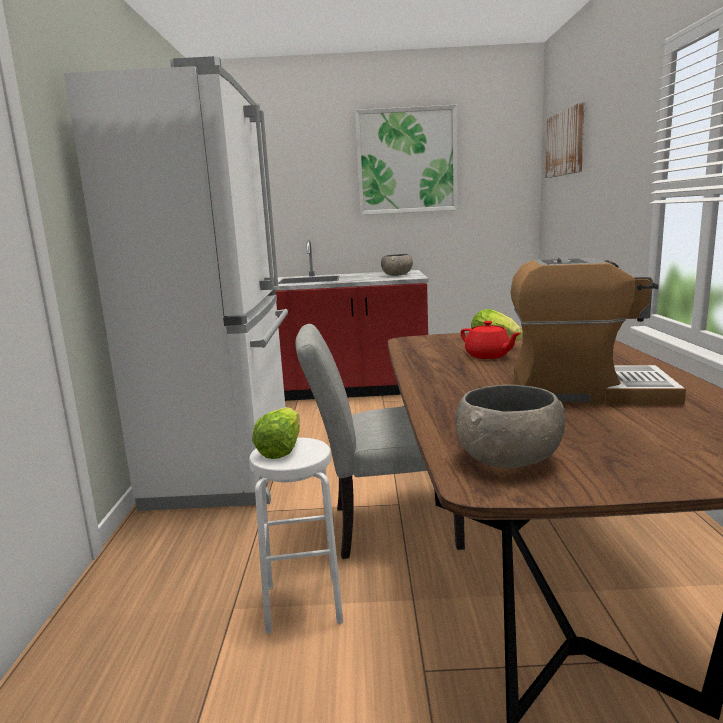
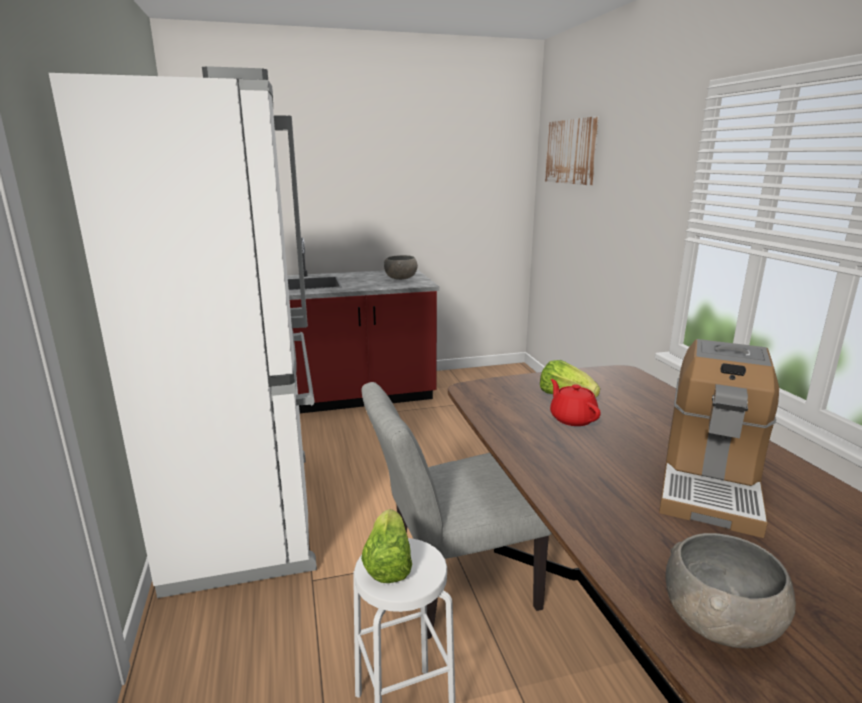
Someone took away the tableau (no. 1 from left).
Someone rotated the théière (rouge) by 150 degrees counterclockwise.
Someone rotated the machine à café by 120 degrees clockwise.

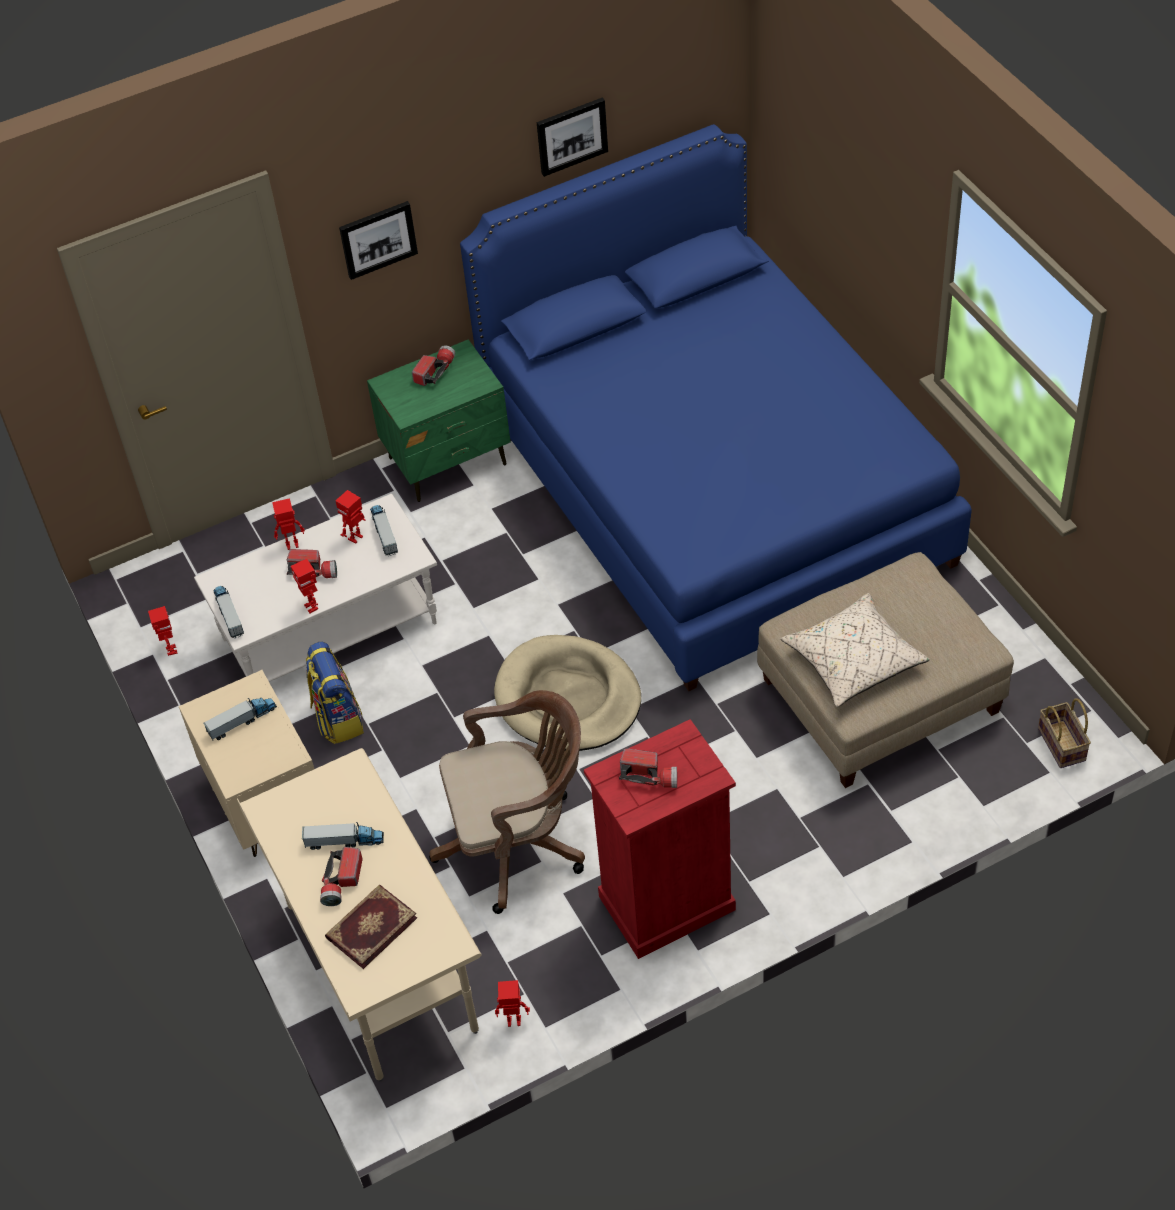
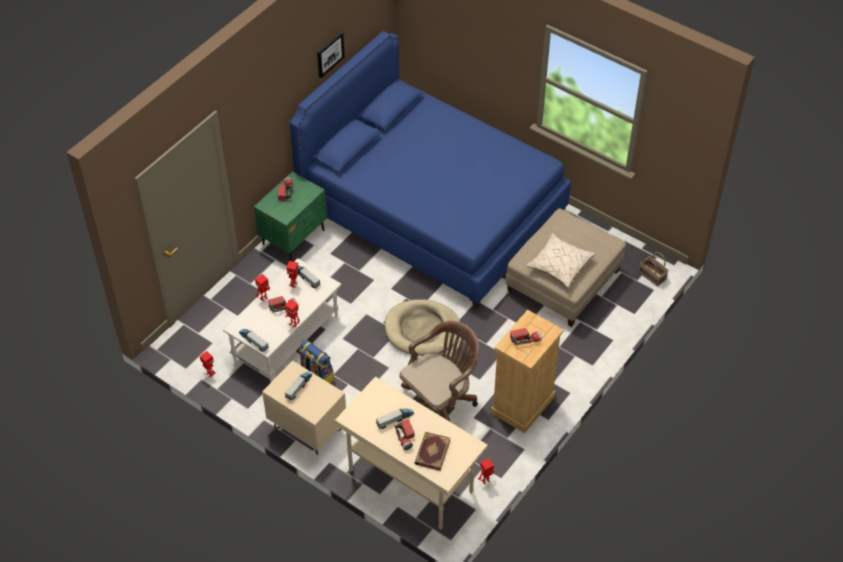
Someone took away the tableau (no. 1 from left).
Someone repainted the commode (rouge), which became the commode (beige).

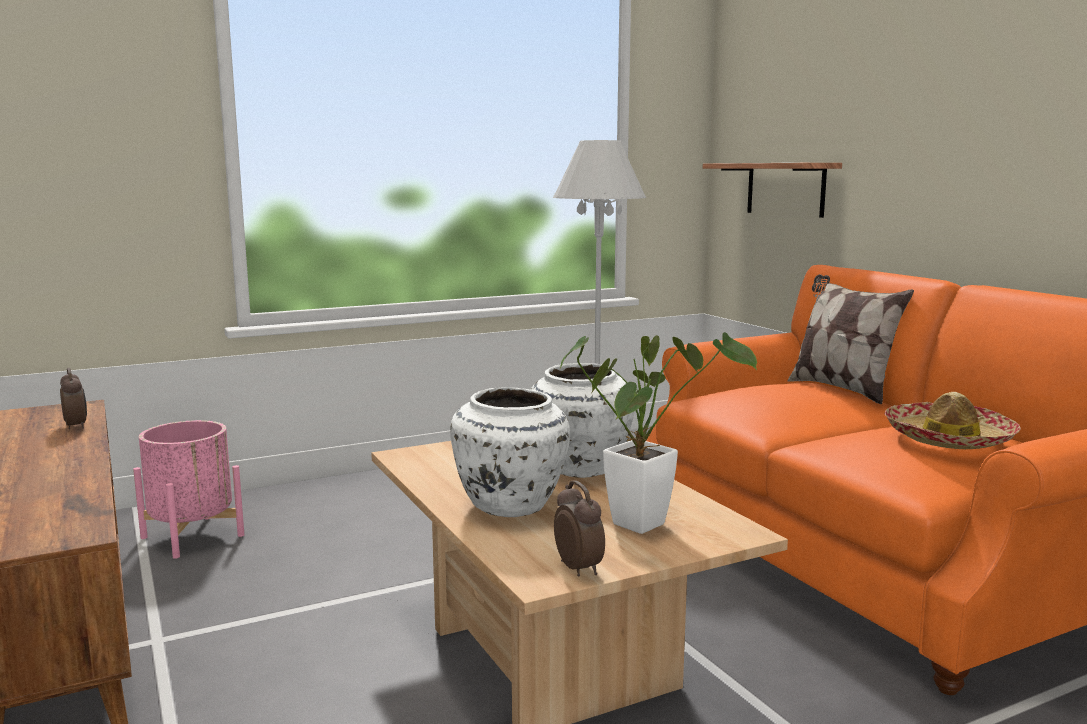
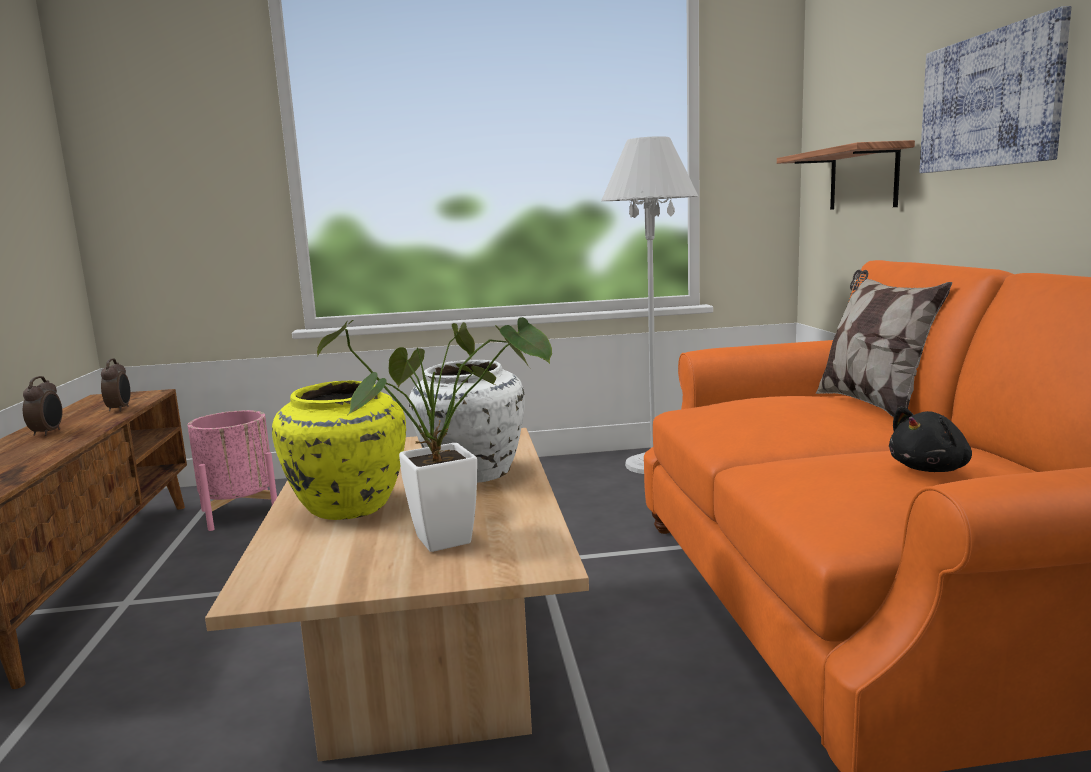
Someone put up the tableau.
Someone carried the réveil (no. 2 from left in the first image).
Someone swapped the chapeau for the peluche (noir).
Someone repainted the vase (blanc) (no. 1 from left), which became the vase (jaune).

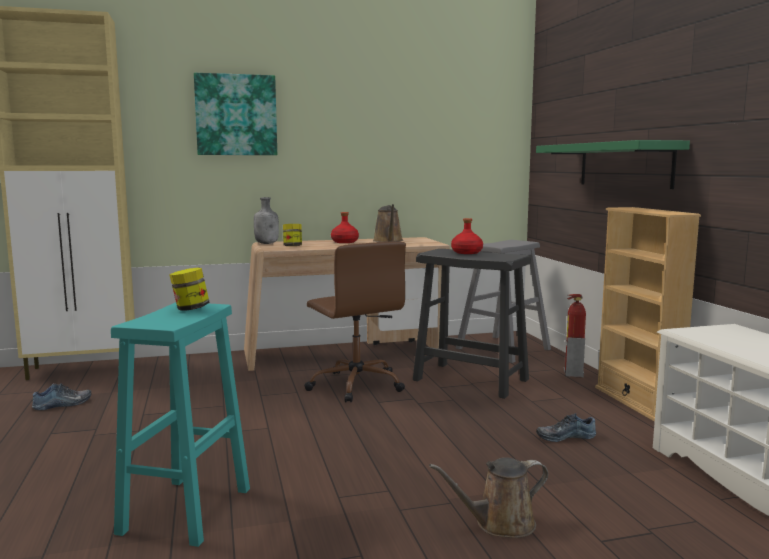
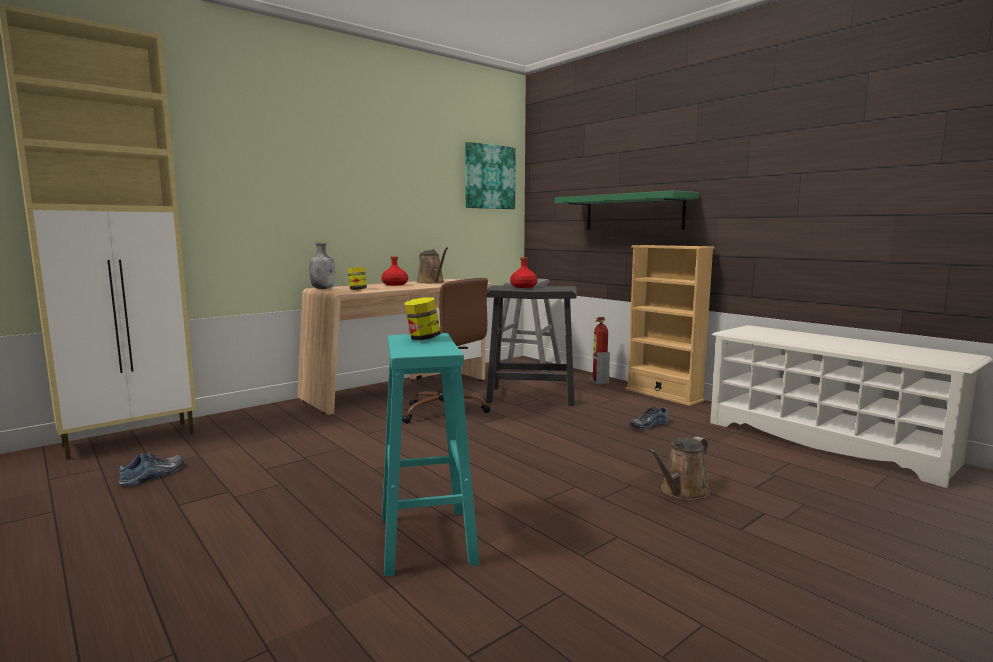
Someone carried the tableau.

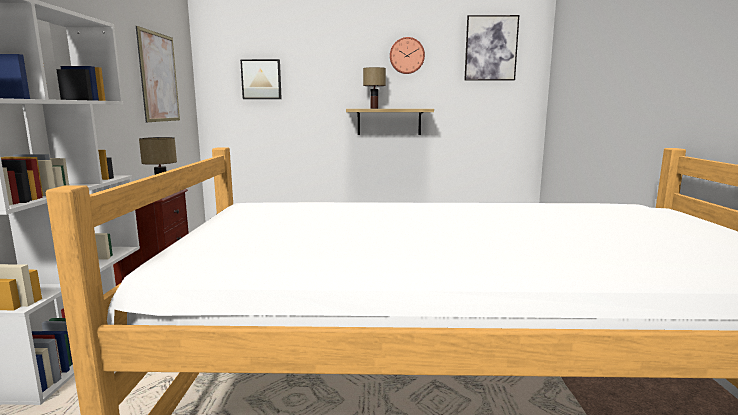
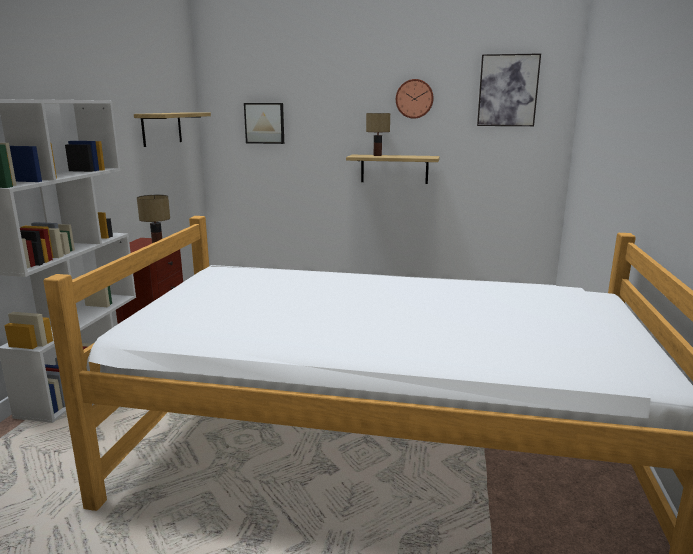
Someone swapped the tableau (no. 1 from left) for the étagère (no. 1 from left).

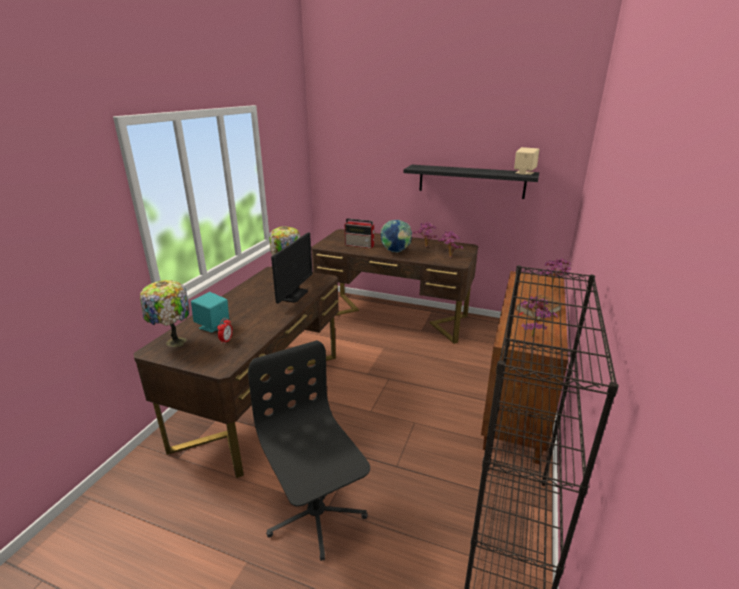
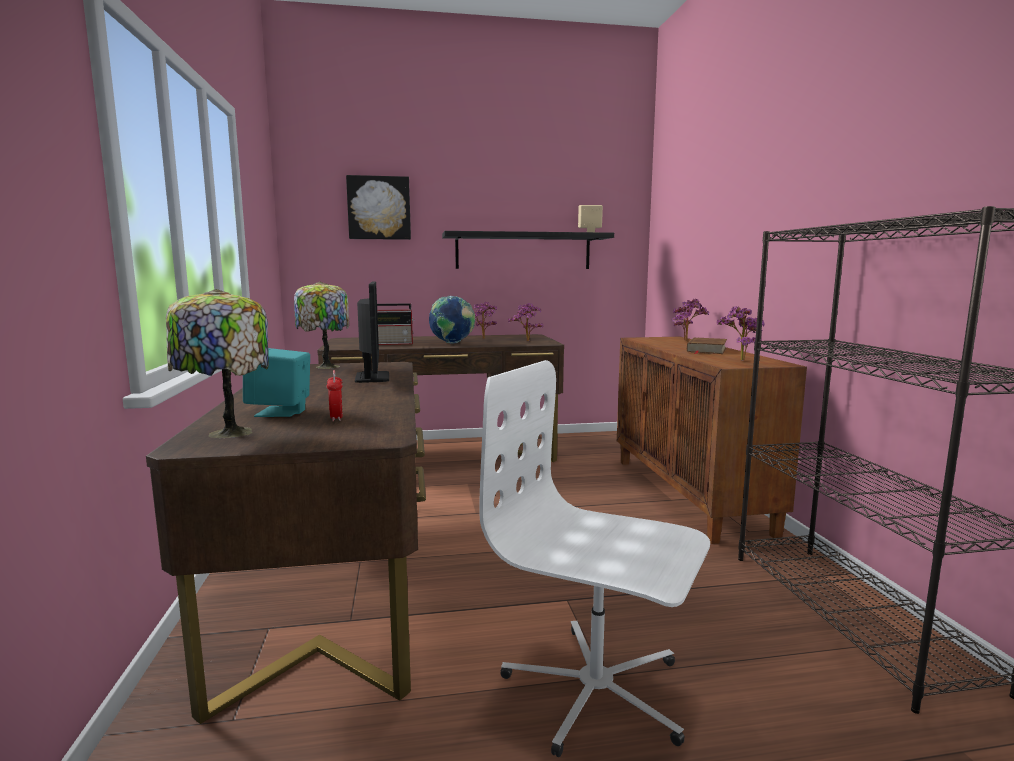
Someone put up the tableau.
Someone repainted the chaise de bureau (noir), which became the chaise de bureau (blanc).

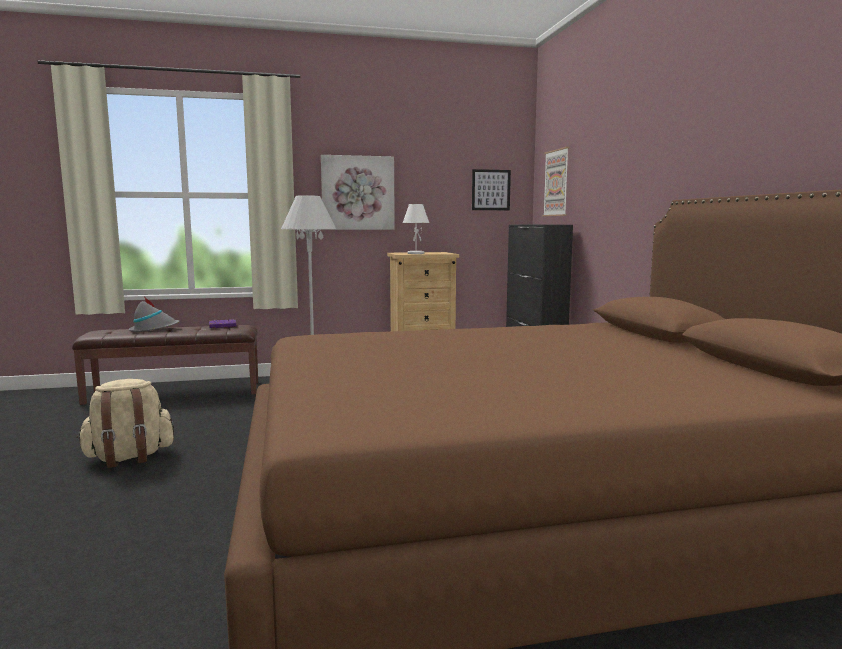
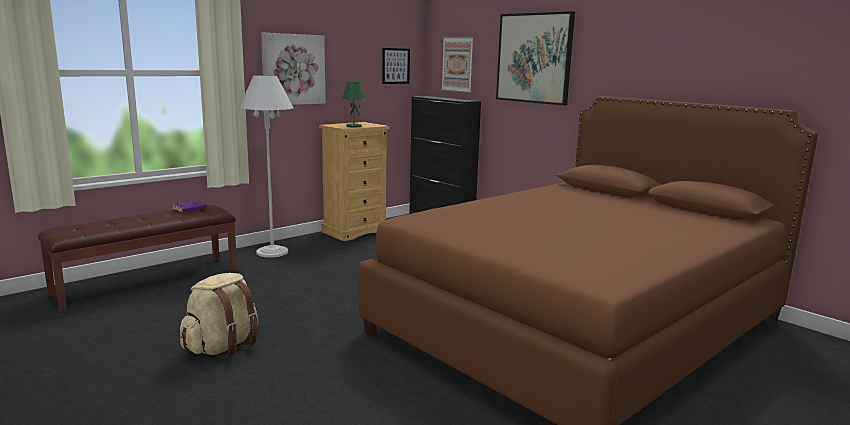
Someone took away the chapeau (gris).
Someone put up the tableau (no. 4 from left).
Someone repainted the lampe de table (blanc), which became the lampe de table (vert).

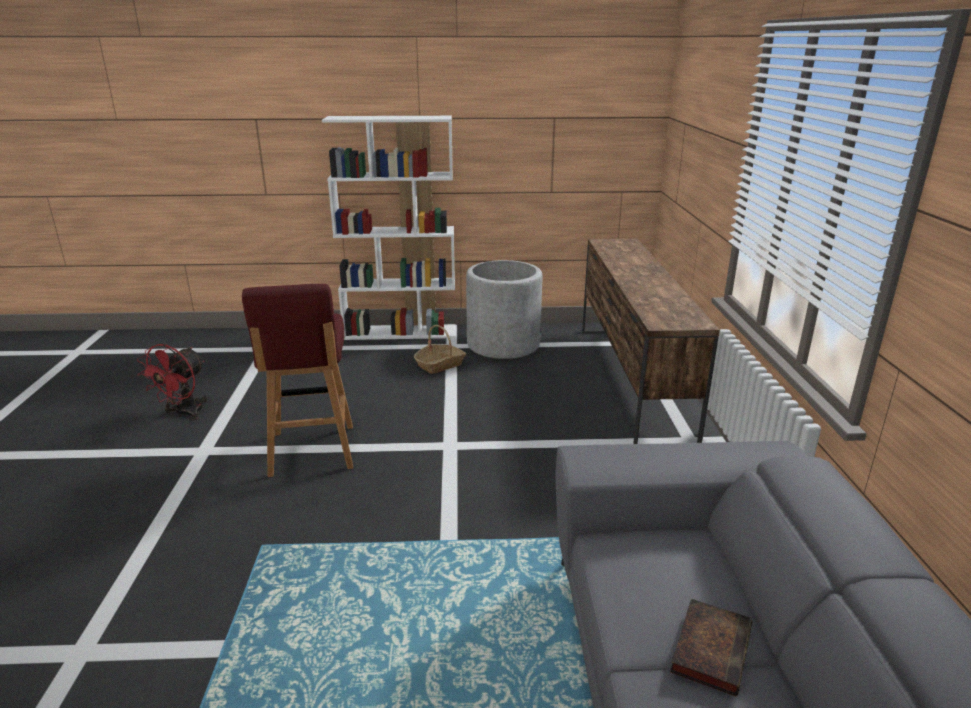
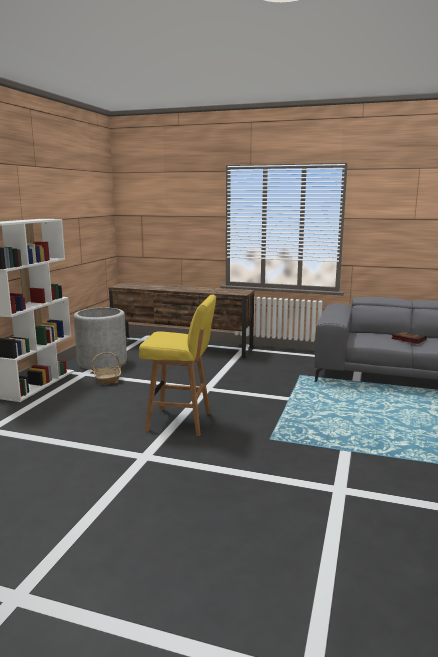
Someone took away the ventilateur (rouge).
Someone repainted the tabouret (rouge), which became the tabouret (jaune).

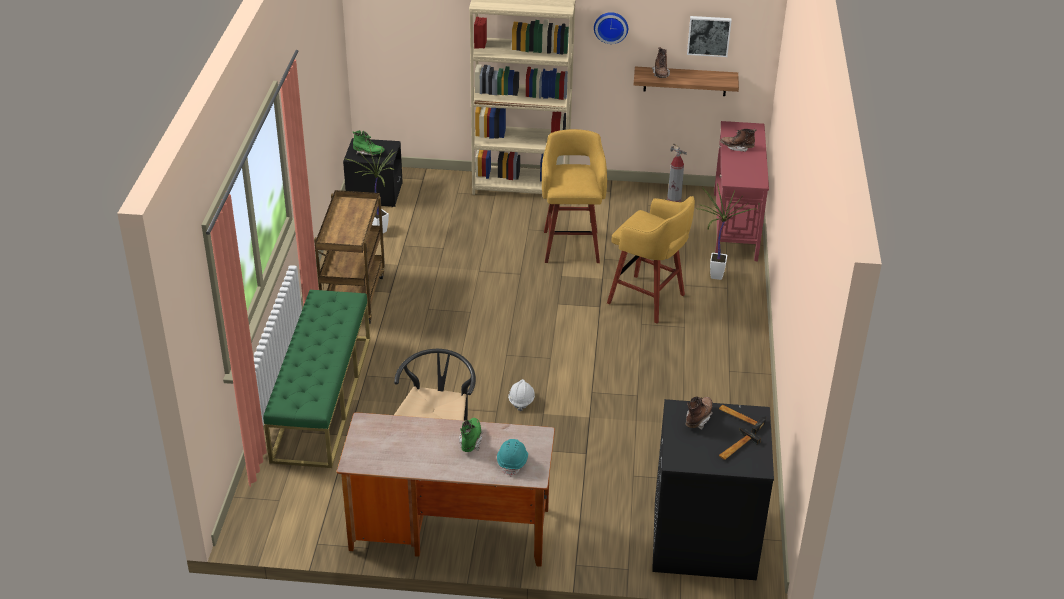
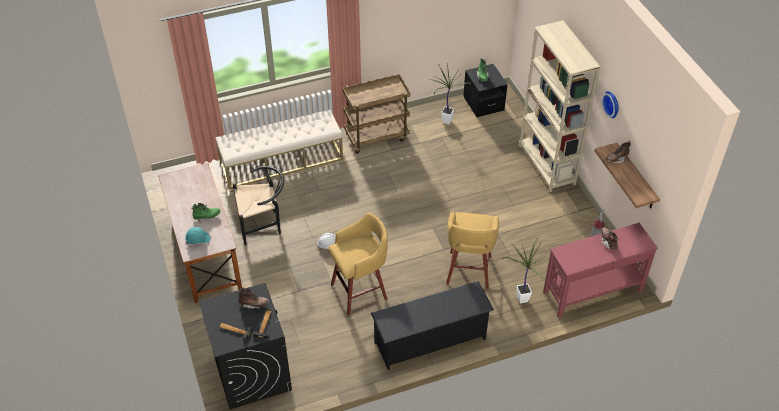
Someone took away the tableau.
Someone put down the étagère à chaussures (noir).
Someone carried the tabouret (jaune) (no. 1 from left).
Someone repainted the banc (vert), which became the banc (beige).

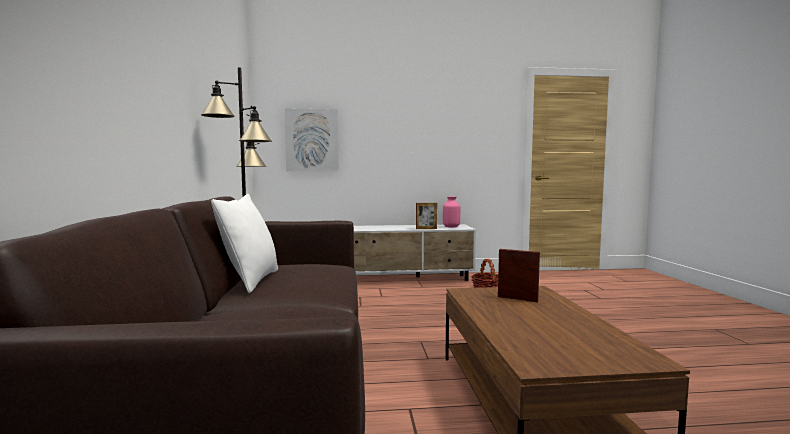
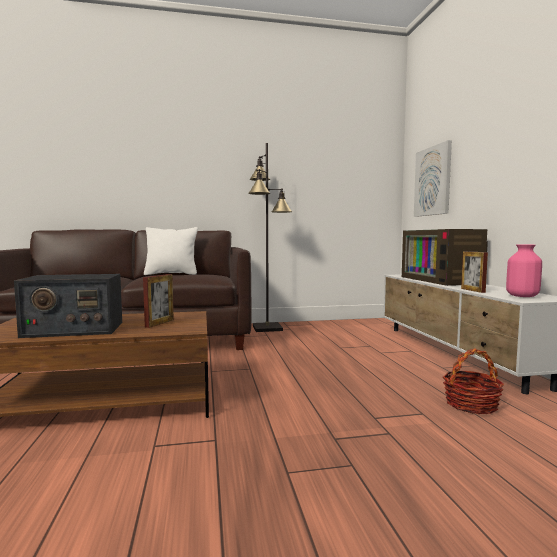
Someone put down the radio.
Someone put down the téléviseur.

